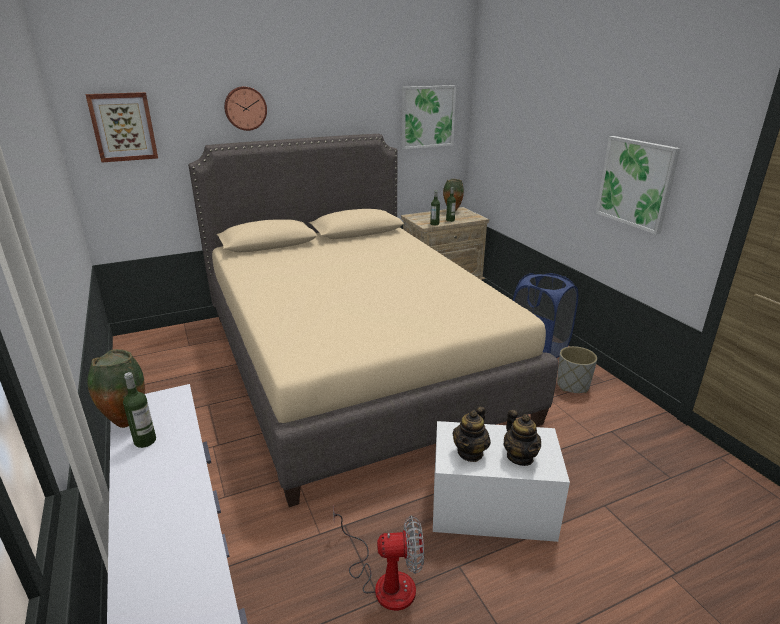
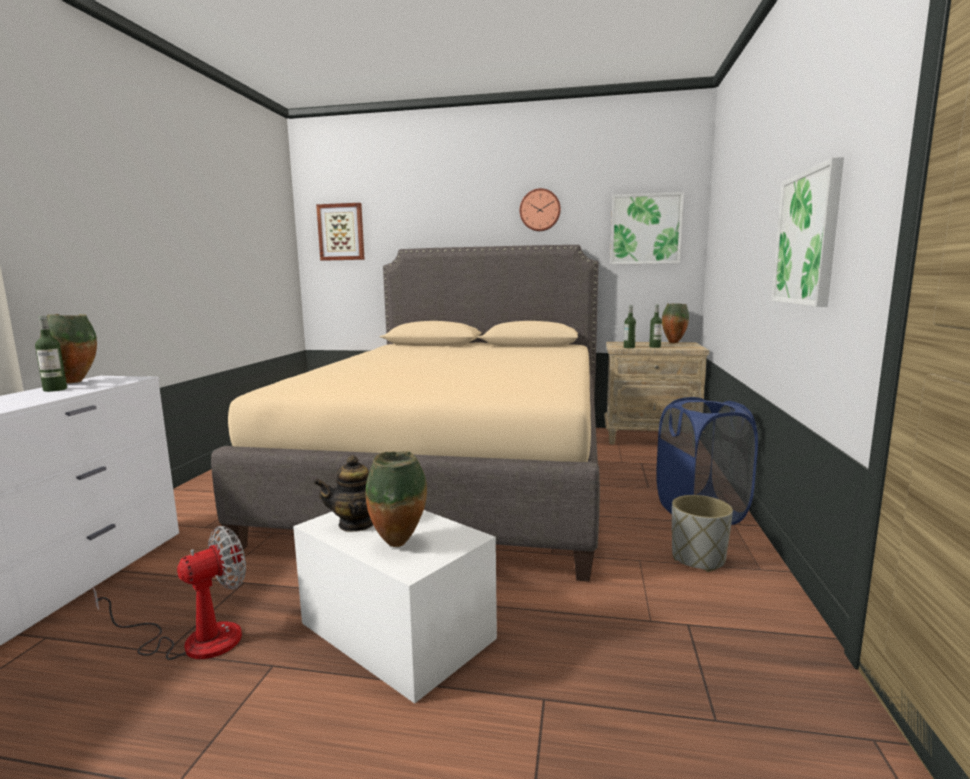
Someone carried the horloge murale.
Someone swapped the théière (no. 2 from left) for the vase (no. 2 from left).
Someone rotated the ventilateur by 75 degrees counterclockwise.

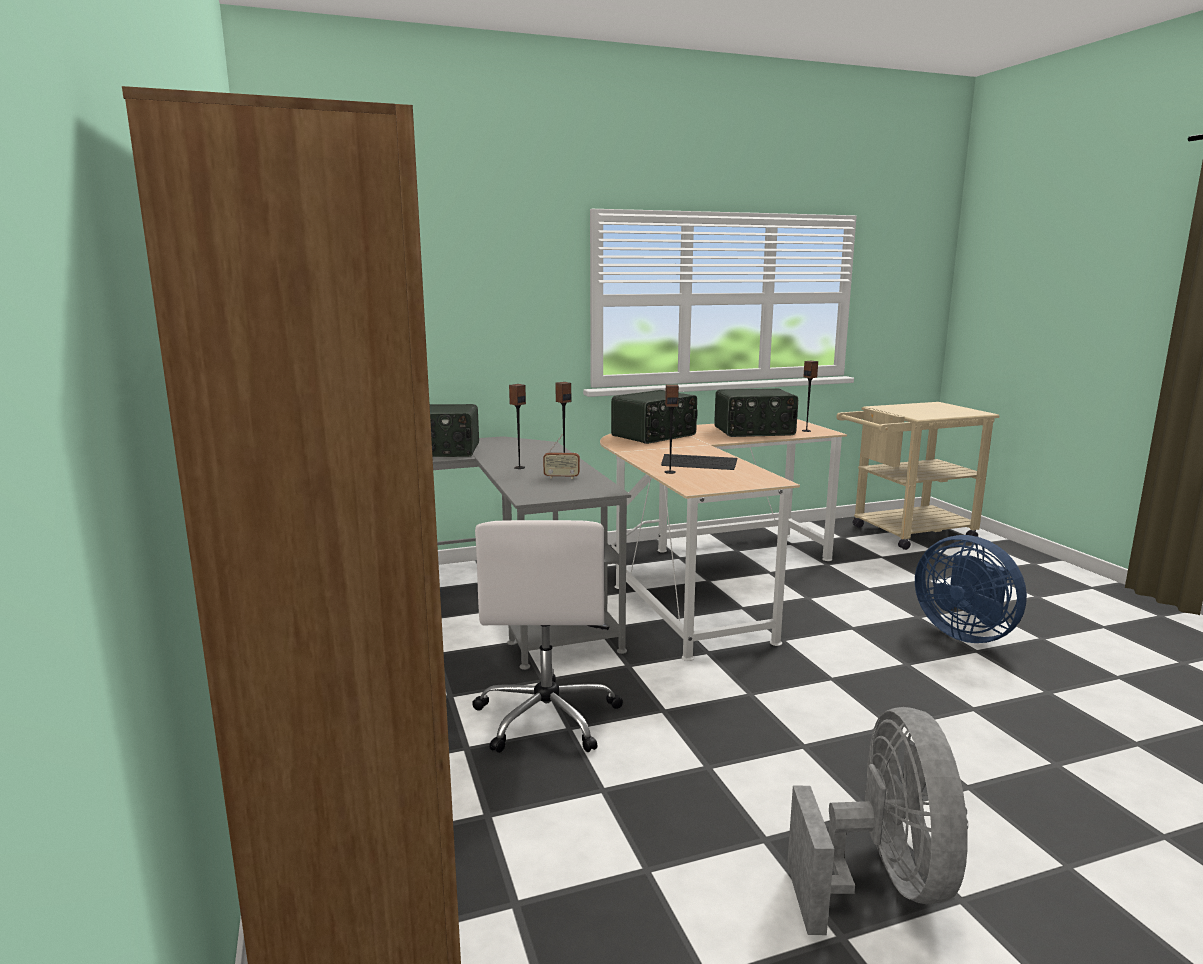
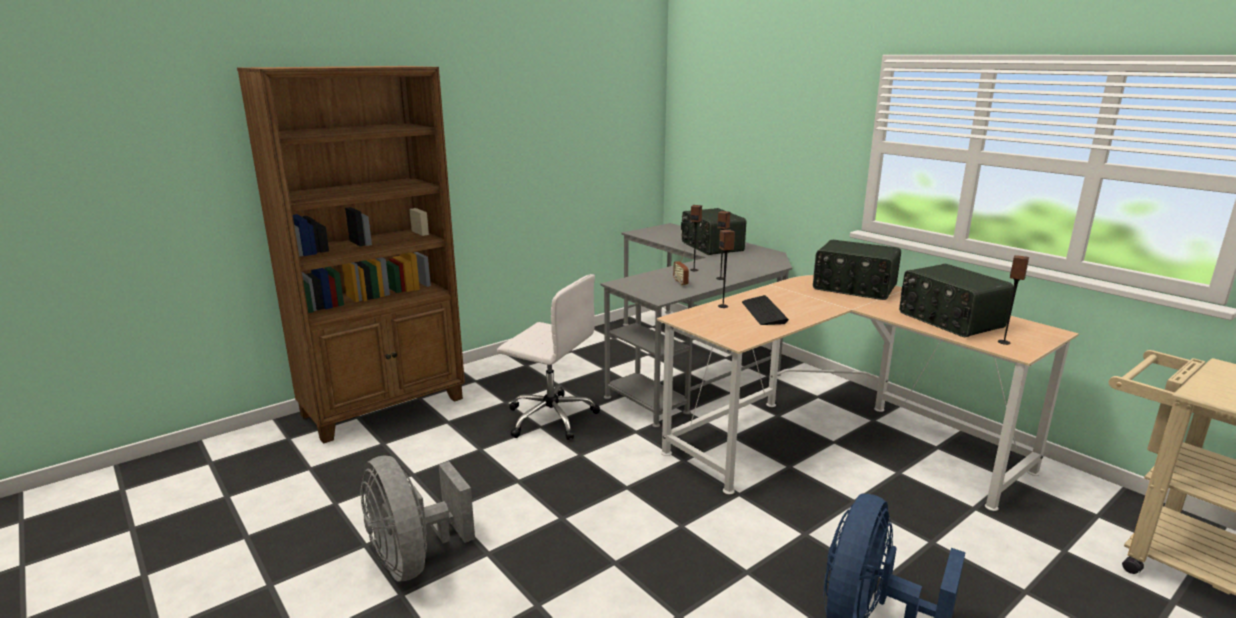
Someone rotated the chaise de bureau (blanc) by 135 degrees counterclockwise.
Someone rotated the ventilateur (gris) by 75 degrees clockwise.

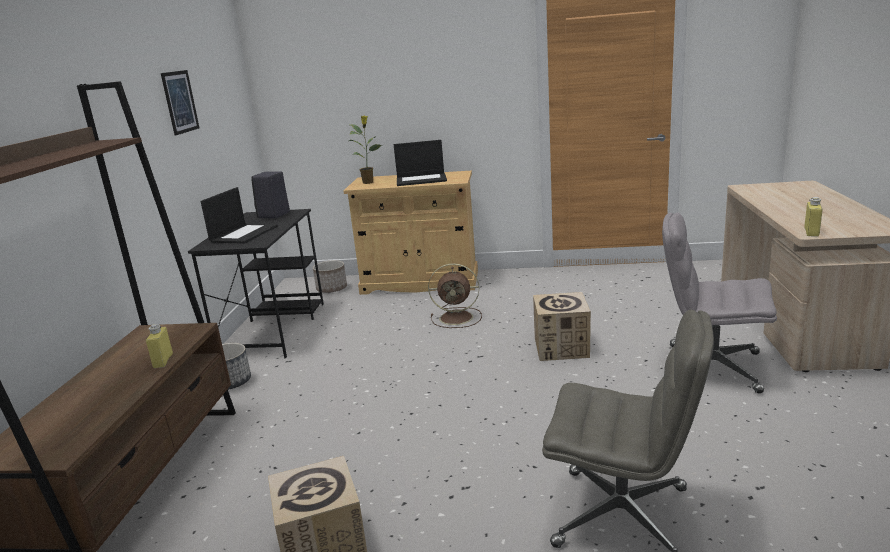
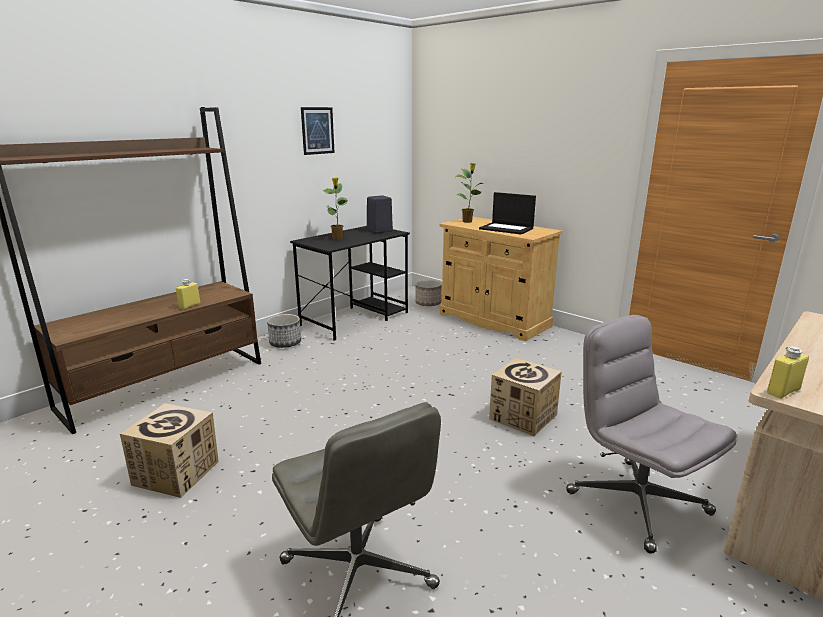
Someone took away the ventilateur (marron).
Someone swapped the ordinateur portable (no. 1 from left) for the plante en pot (no. 1 from left).

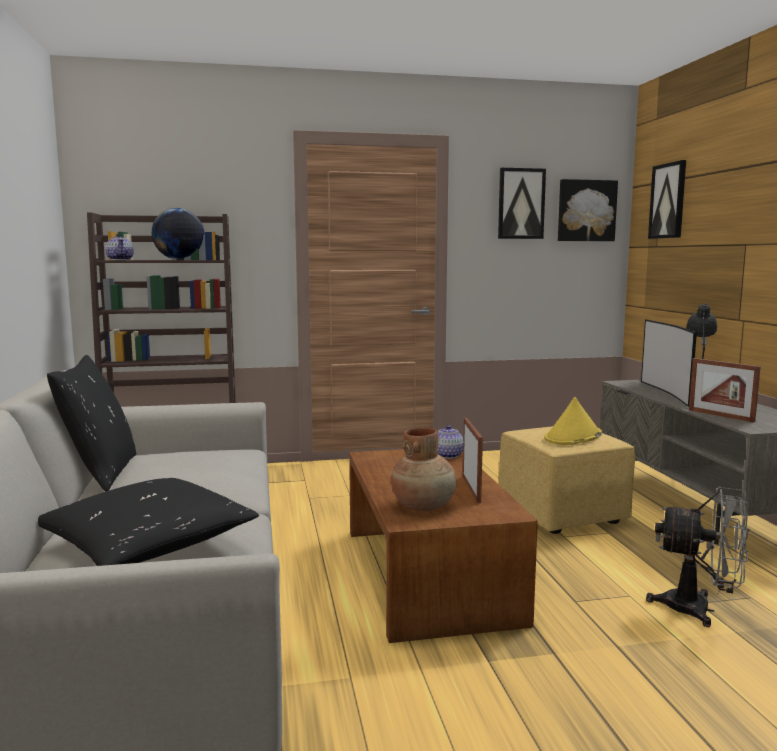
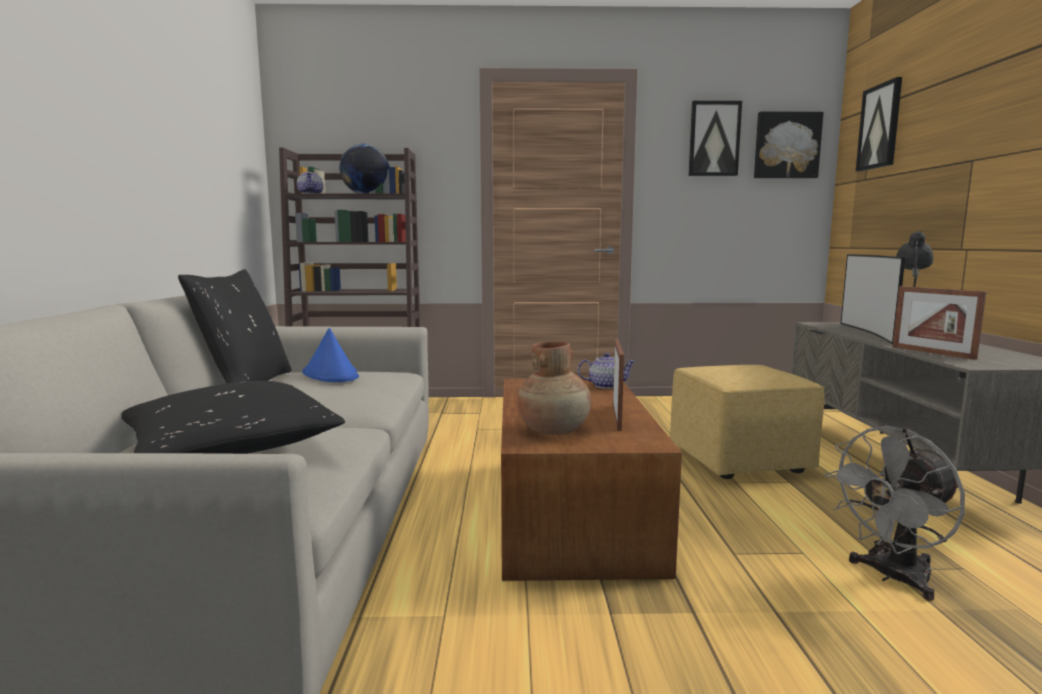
Someone took away the chapeau (jaune).
Someone put down the chapeau (bleu).
Someone rotated the ventilateur (gris) by 120 degrees clockwise.

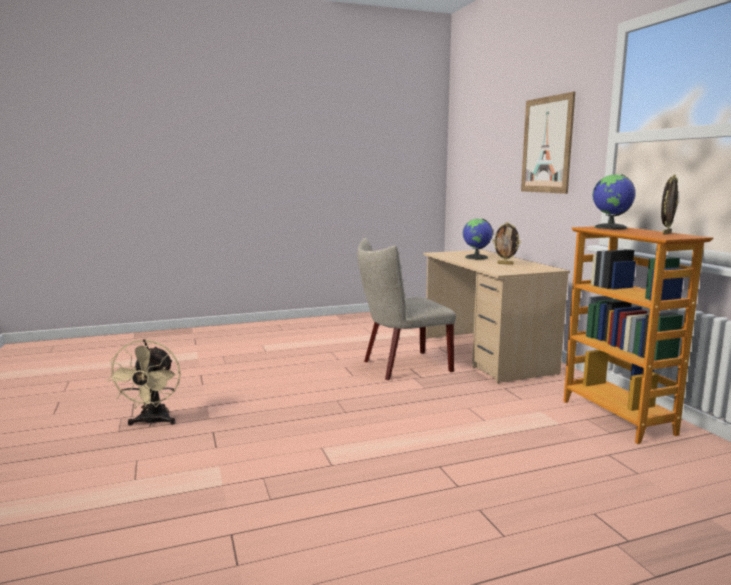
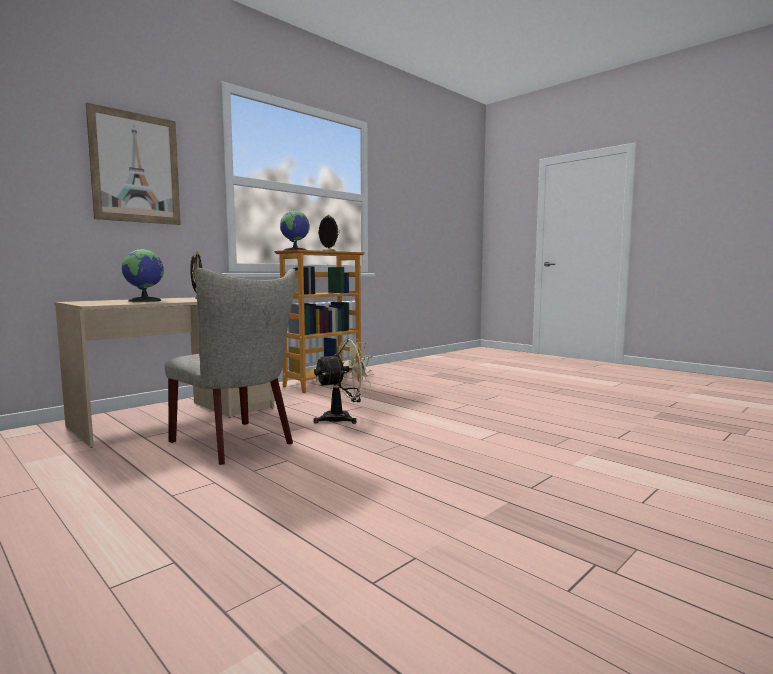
Someone carried the ventilateur (beige).

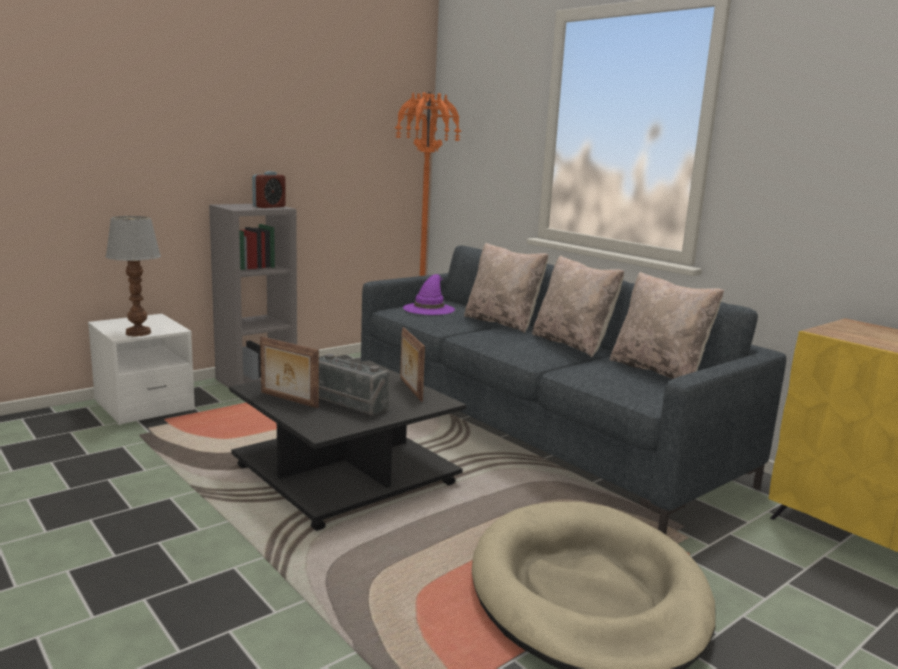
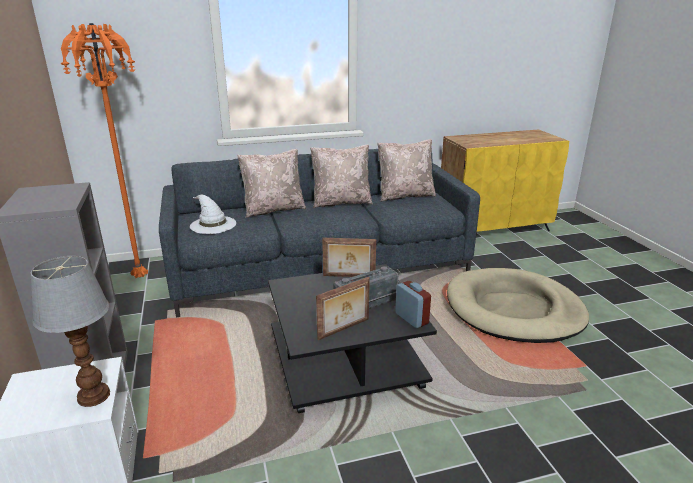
Someone carried the réveil.
Someone repainted the chapeau (violet), which became the chapeau (blanc).

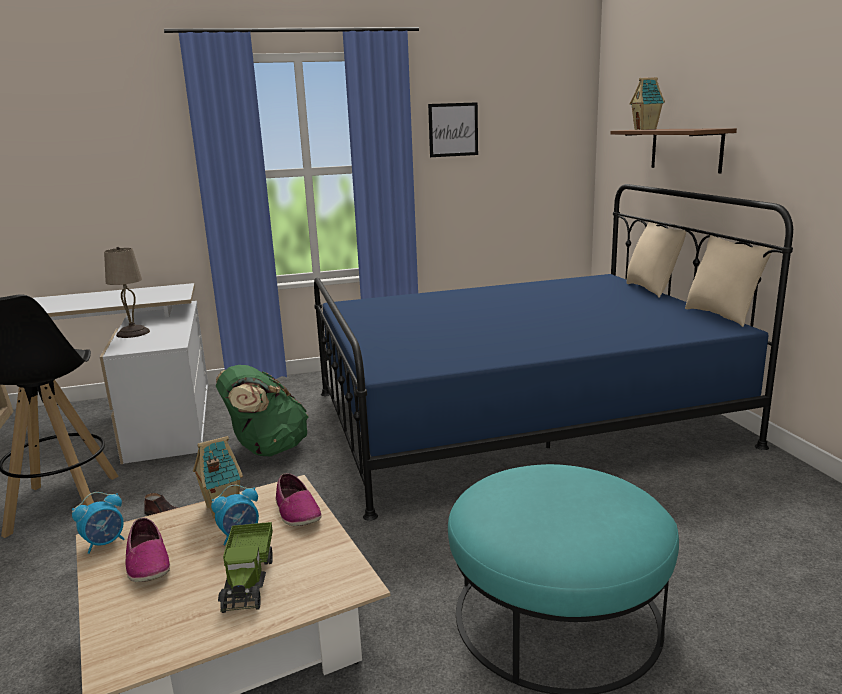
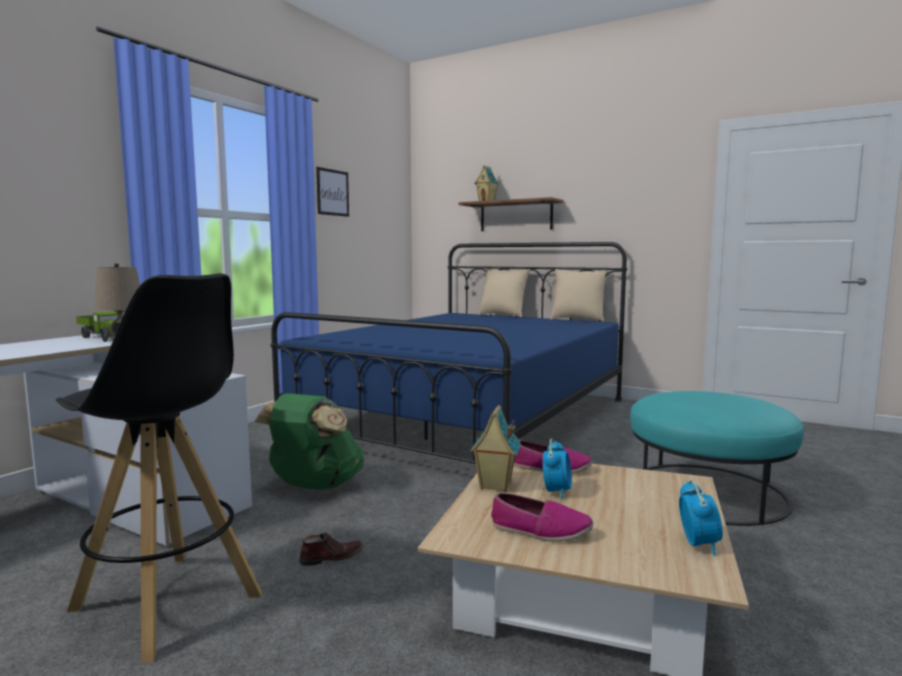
Someone carried the réveil (no. 1 from left in the first image).
Someone carried the camion jouet.

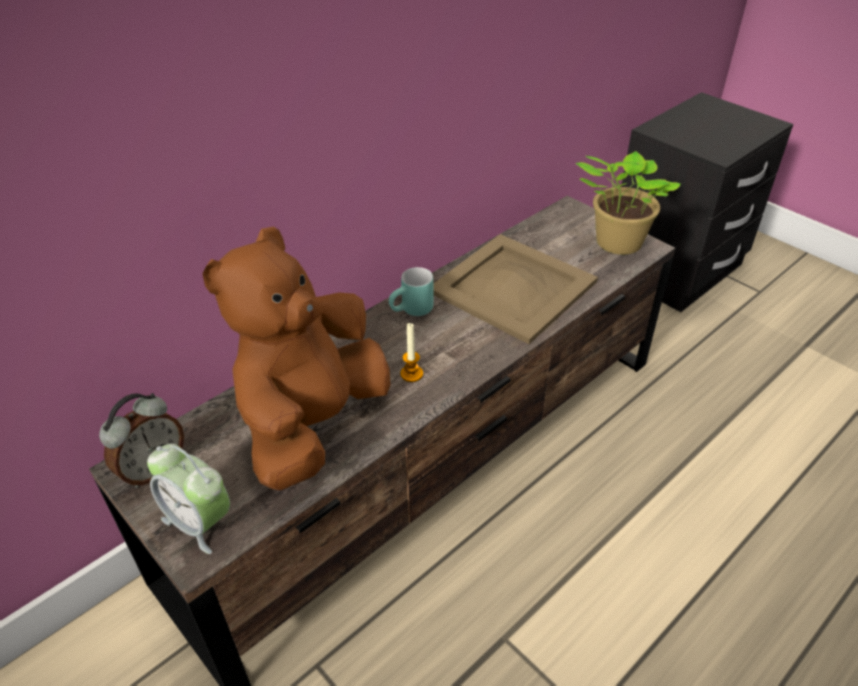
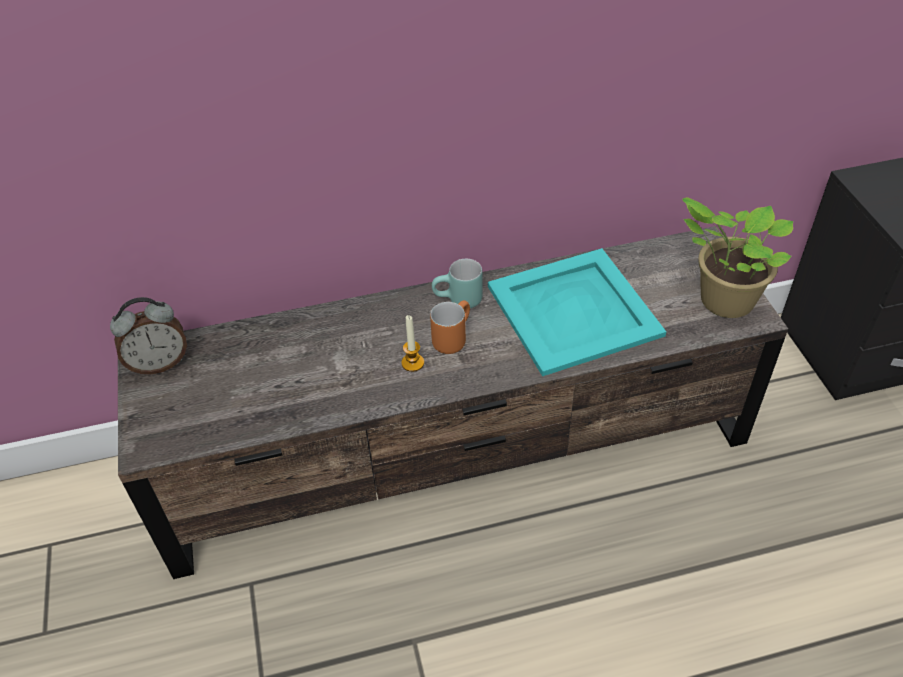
Someone took away the réveil (no. 2 from left).
Someone took away the peluche (marron).
Someone put down the mug (orange).
Someone repainted the plateau (beige), which became the plateau (turquoise).

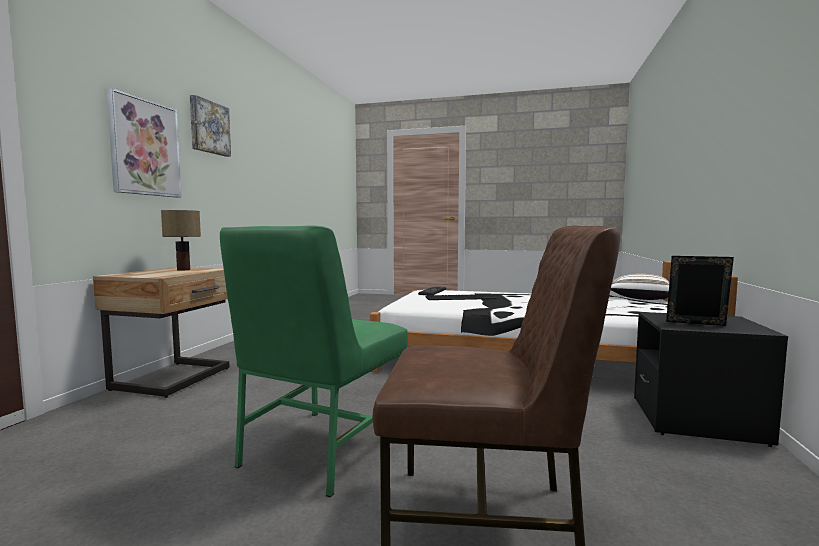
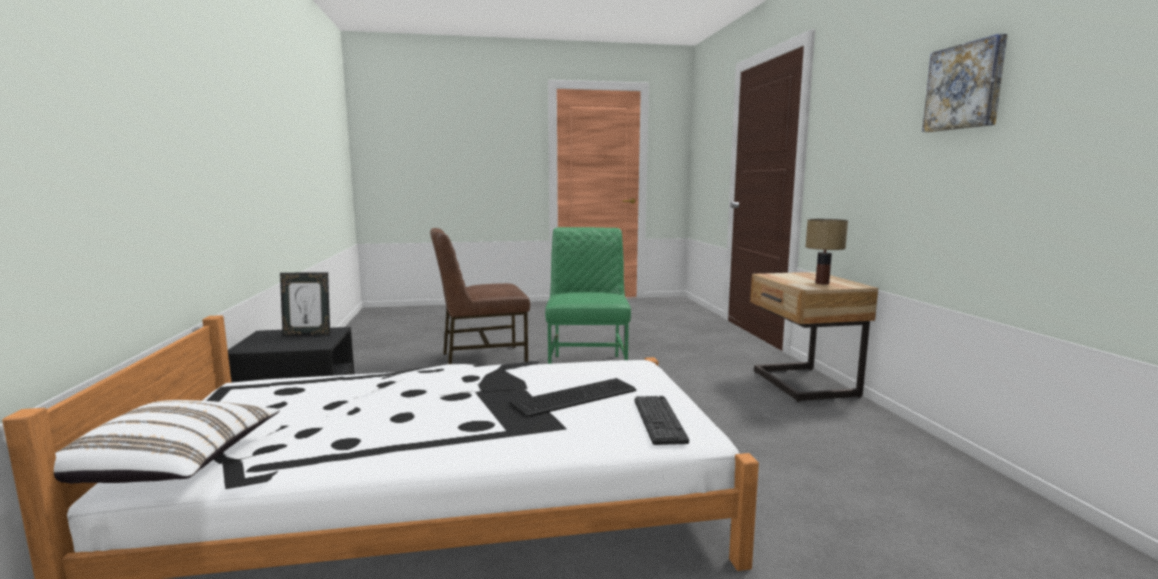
Someone took away the tableau (no. 1 from left).

